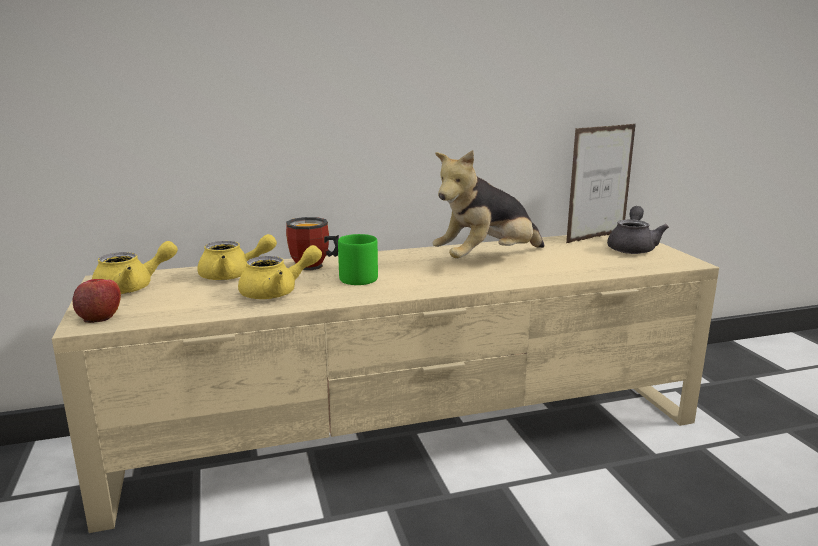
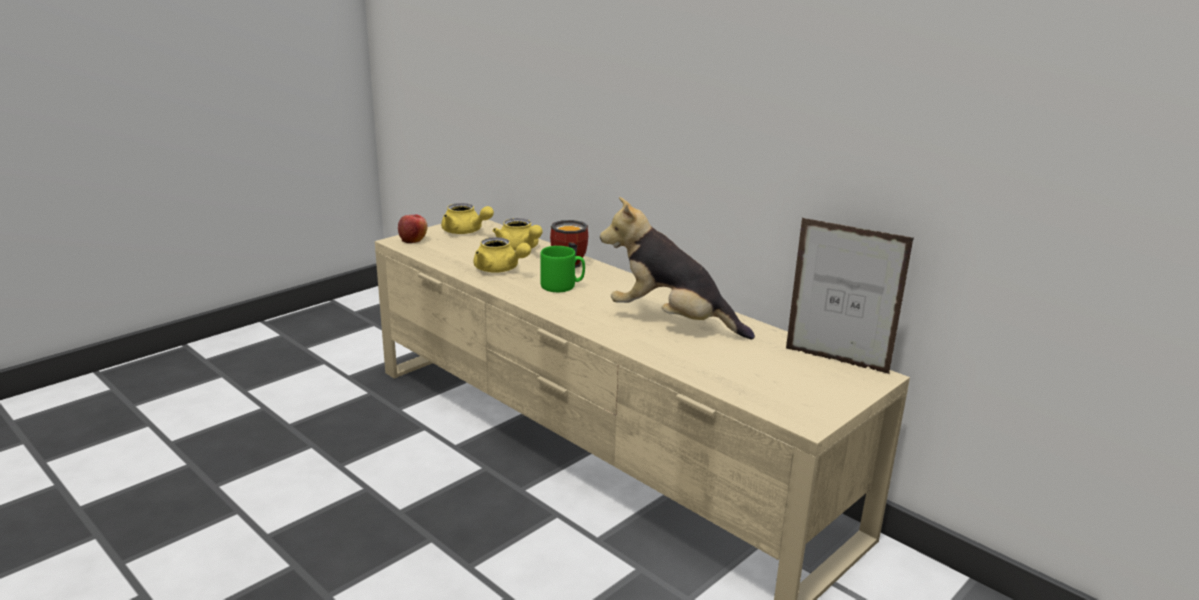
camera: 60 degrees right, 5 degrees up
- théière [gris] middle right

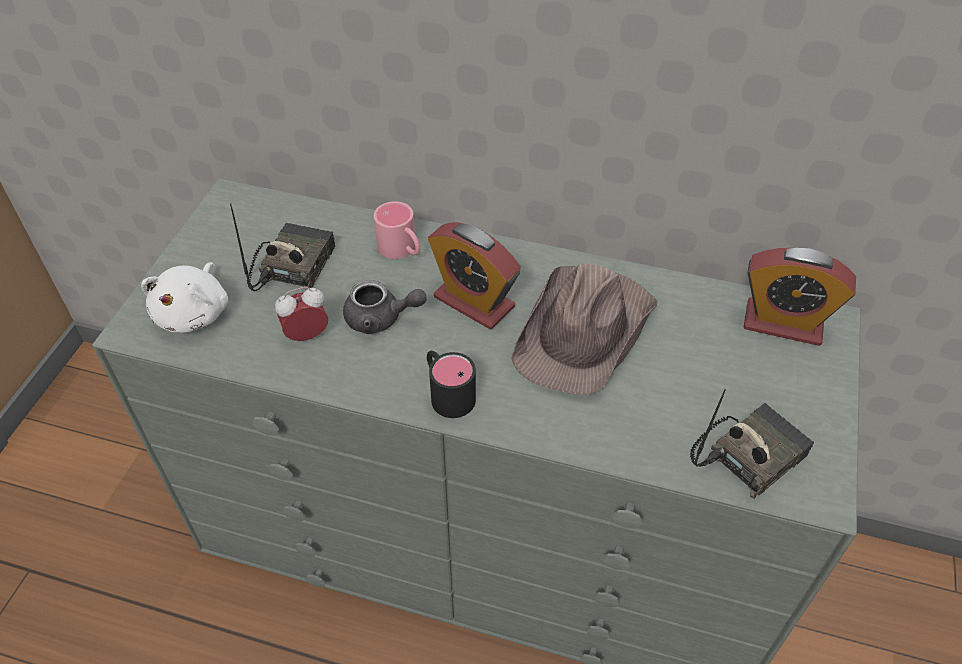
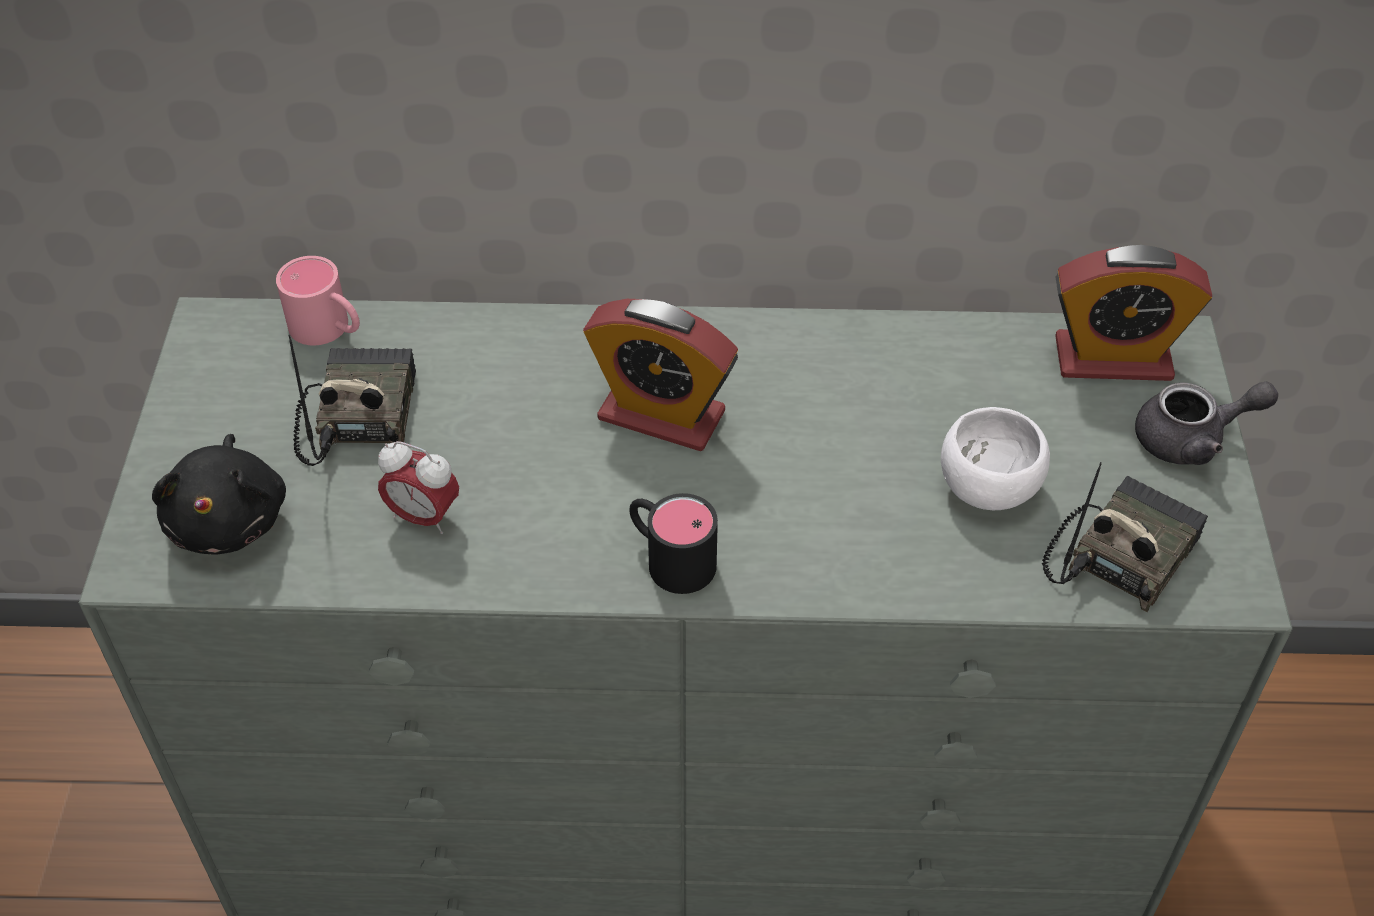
camera: 15 degrees left, 0 degrees up
~ peluche [blanc] middle left to peluche [noir] middle left
~ mug [rose] centre to top left
~ réveil (no. 1 from left) middle left = middle left 120 degrees counterclockwise
+ bol [blanc] middle right
~ théière [gris] centre to middle right
- chapeau [marron] centre

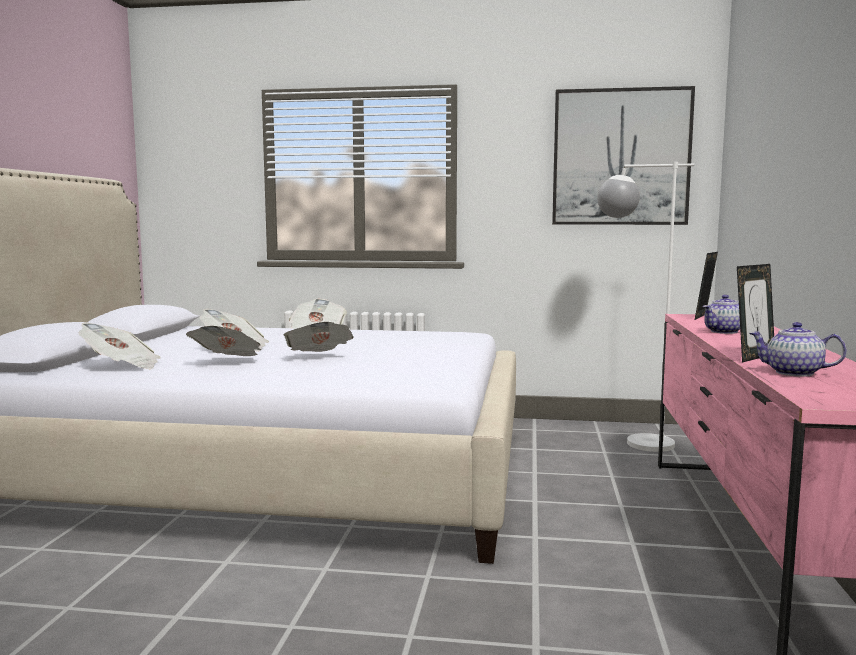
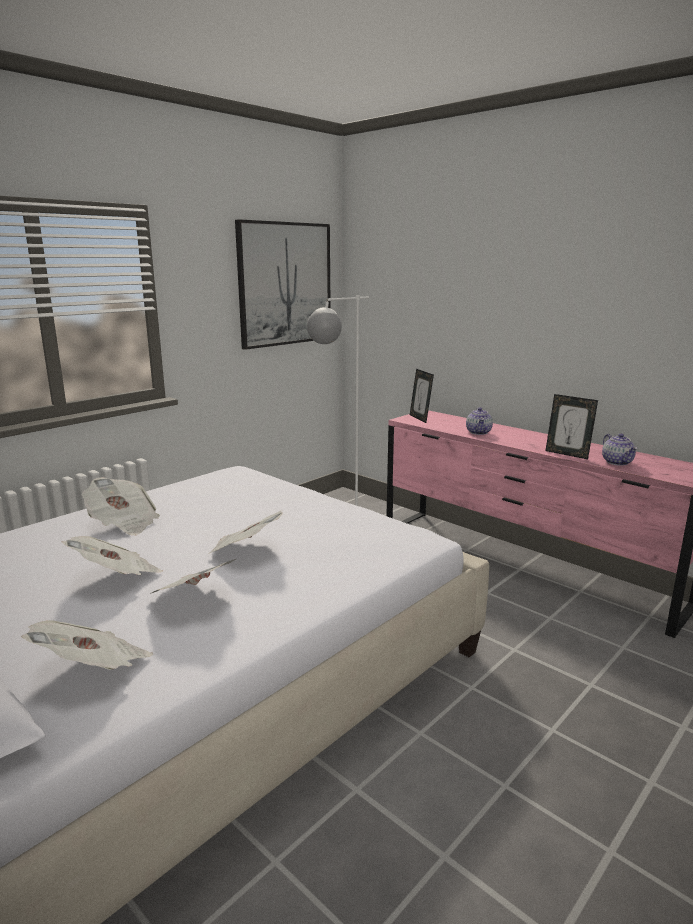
camera: 55 degrees left, 10 degrees up
~ cadre photo (no. 2 from left) middle right = middle right 135 degrees clockwise
~ théière (no. 2 from left) middle right = middle right 75 degrees counterclockwise

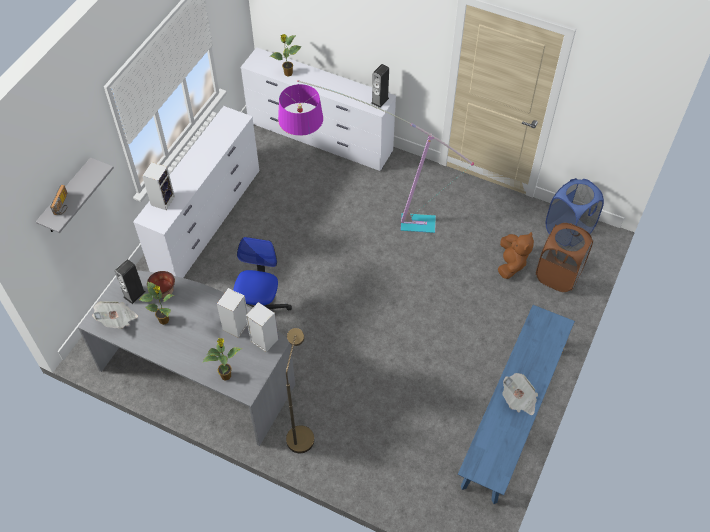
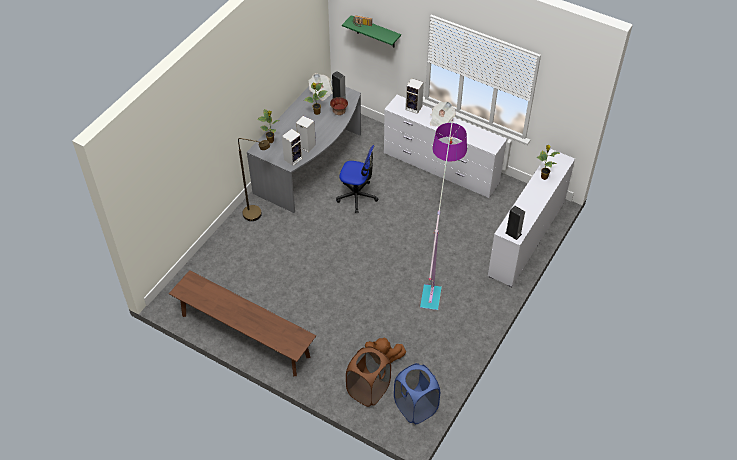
camera: 95 degrees right, 5 degrees down
~ banc [bleu] bottom right to banc [marron] bottom left
~ étagère [gris] middle left to étagère [vert] top centre
~ journal (no. 2 from left) bottom right to top centre

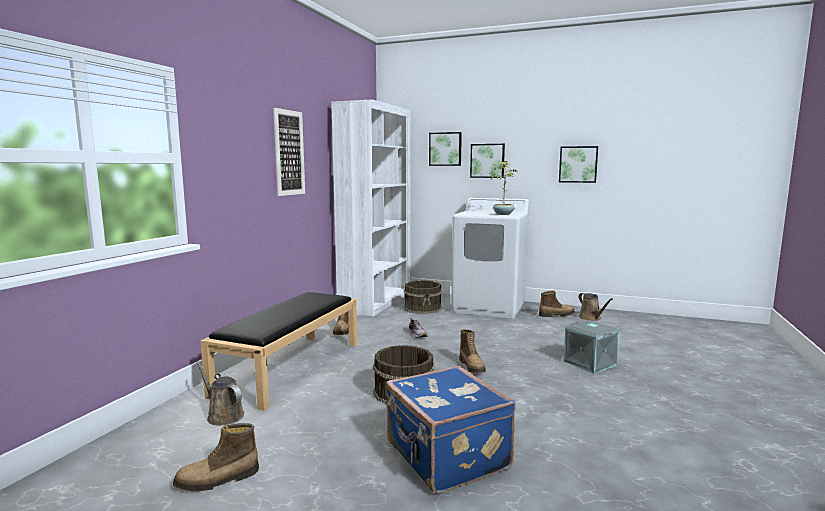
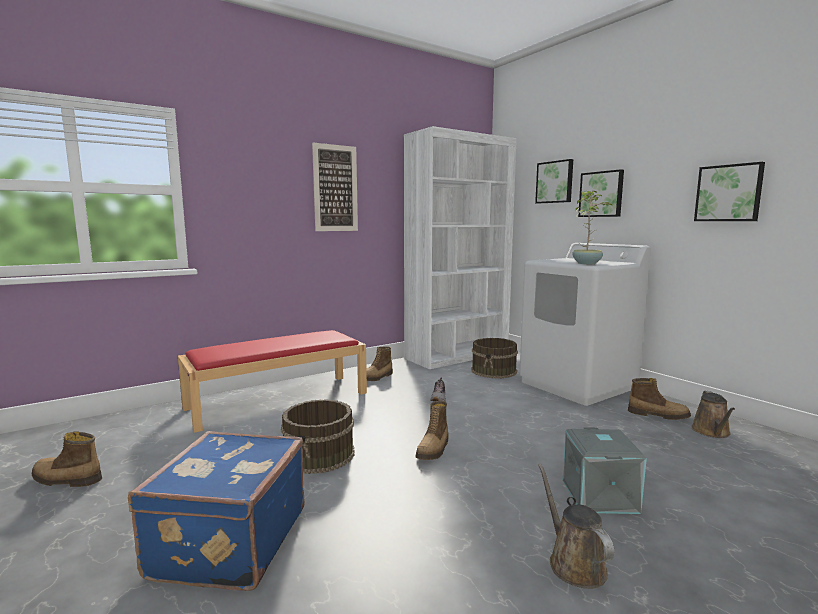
camera: 35 degrees right, 0 degrees up
~ banc [noir] bottom centre to banc [rouge] middle left
~ arrosoir [marron] (no. 1 from left) bottom left to bottom right

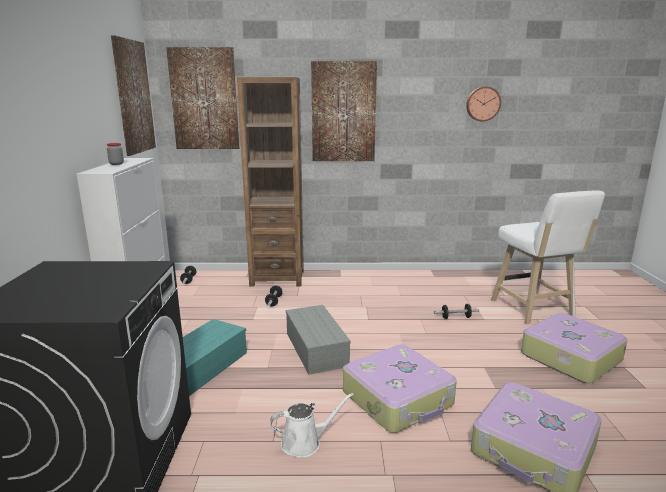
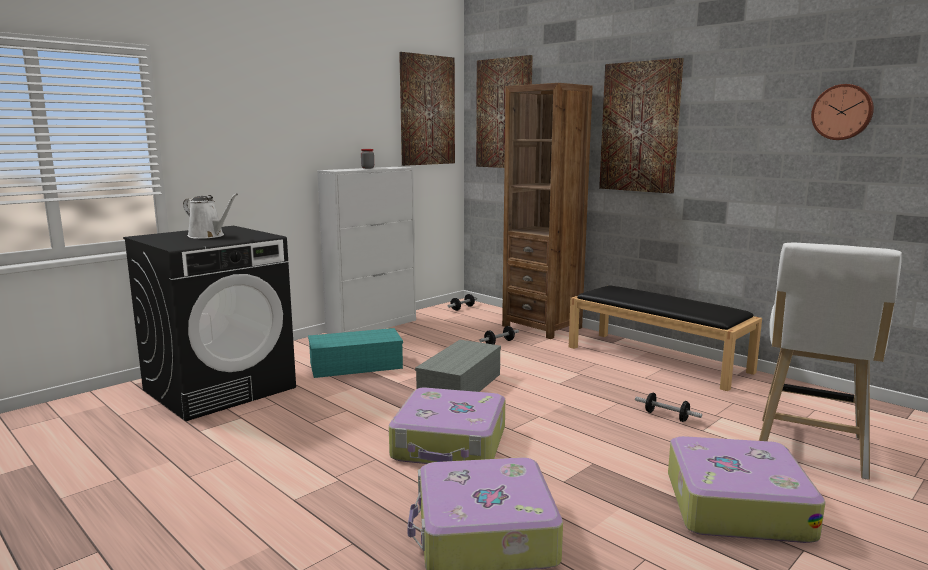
camera: 45 degrees right, 5 degrees down
~ arrosoir [blanc] bottom centre to middle left
+ banc [noir] middle right

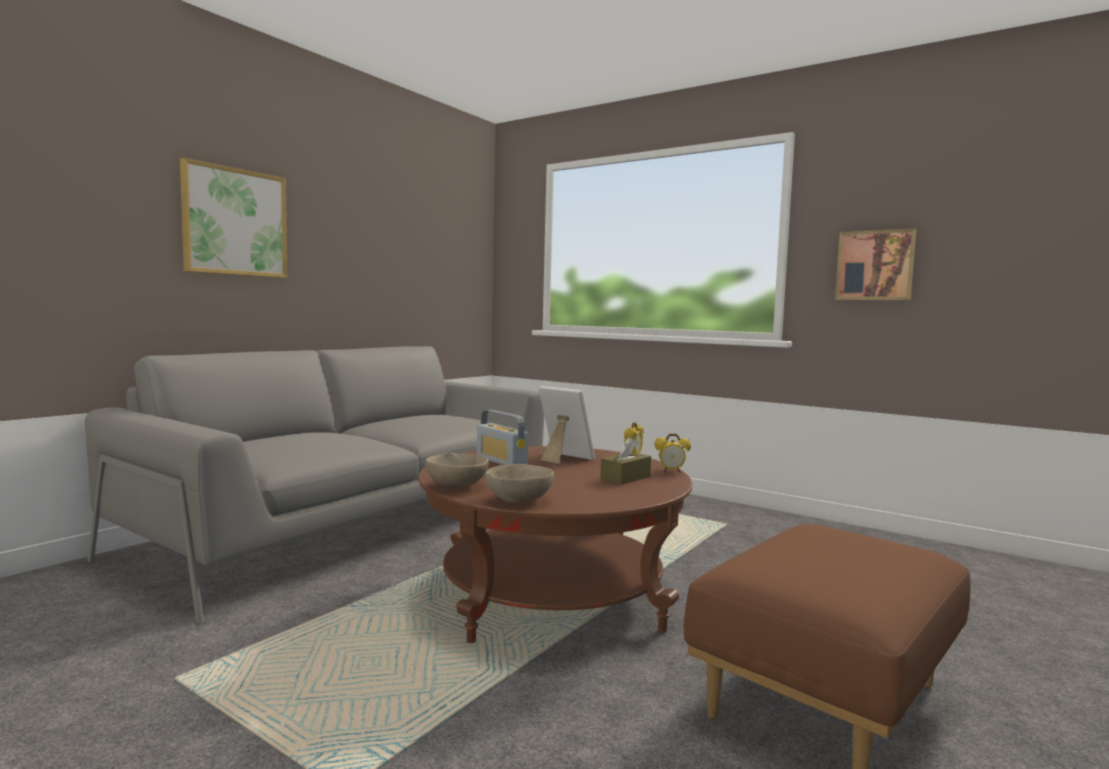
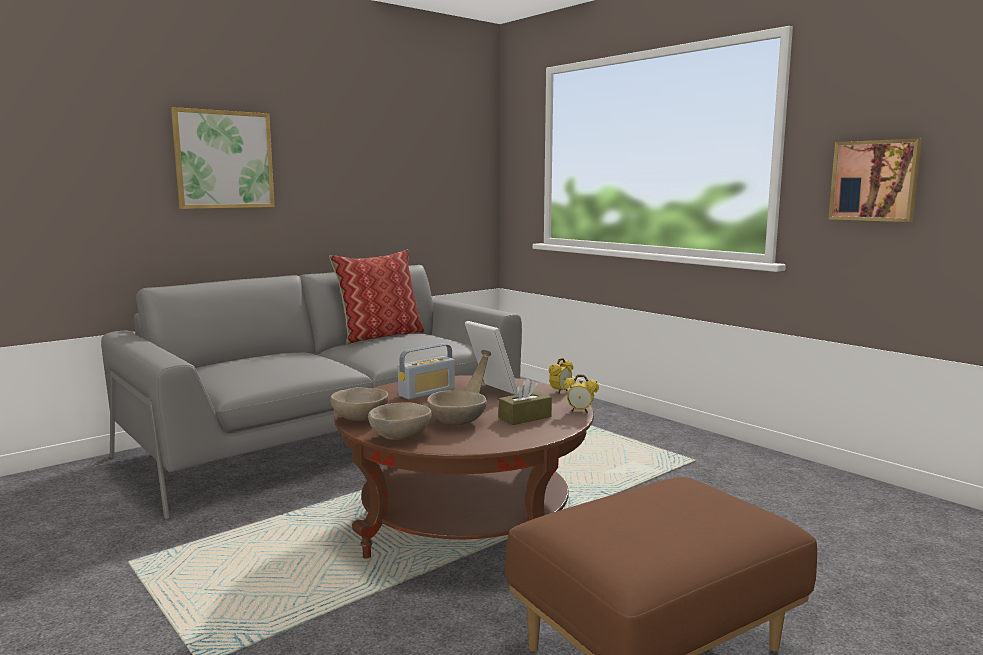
camera: 15 degrees right, 5 degrees up
+ coussin centre
~ radio centre = centre 105 degrees counterclockwise
+ bol [beige] (no. 3 from left) centre

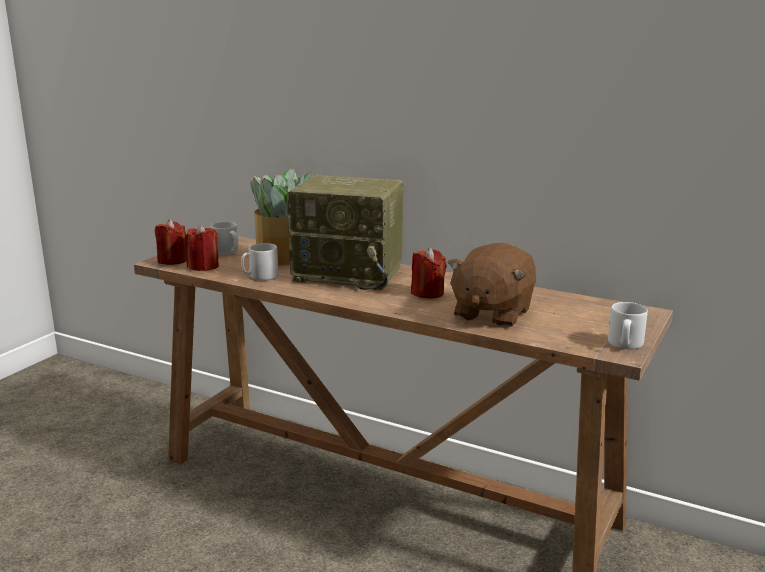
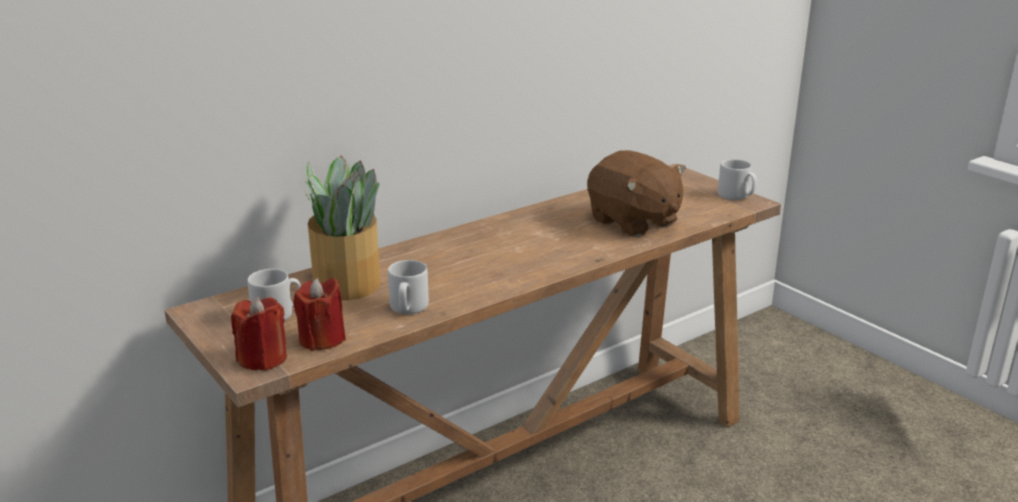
camera: 65 degrees left, 5 degrees up
- radio centre
- bougie [rouge] (no. 3 from left) centre

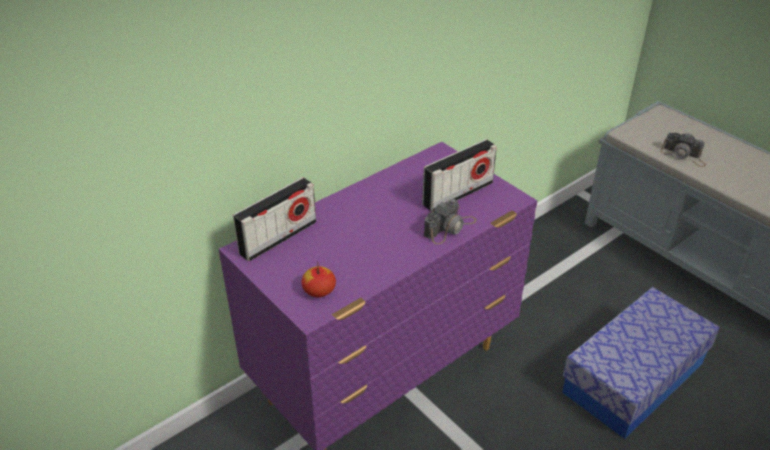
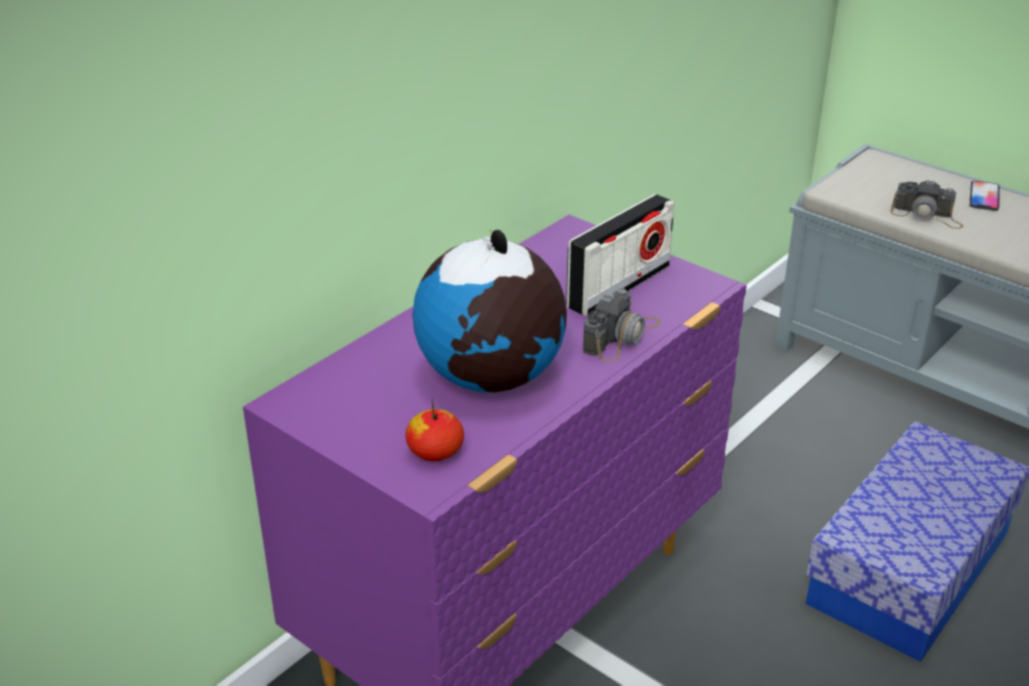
camera: 10 degrees left, 5 degrees down
+ globe centre
+ téléphone top right
- radio (no. 1 from left) centre

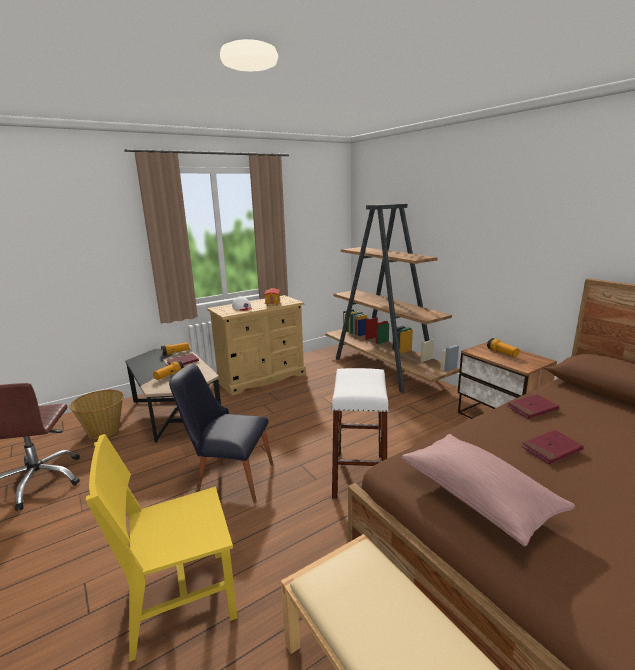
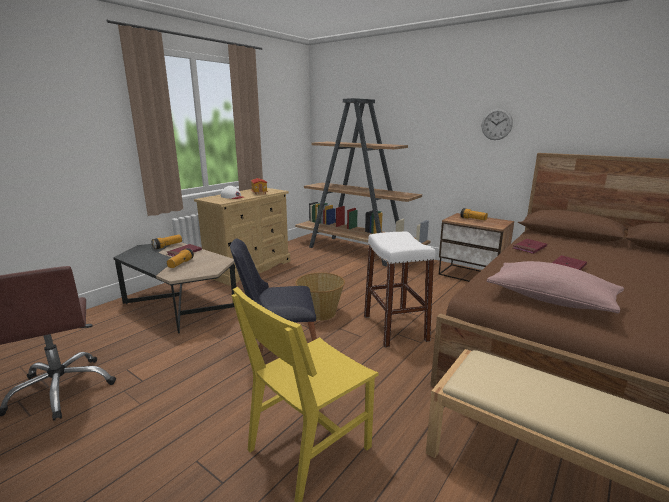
camera: 20 degrees left, 0 degrees up
~ panier middle left to centre
+ horloge murale top right

